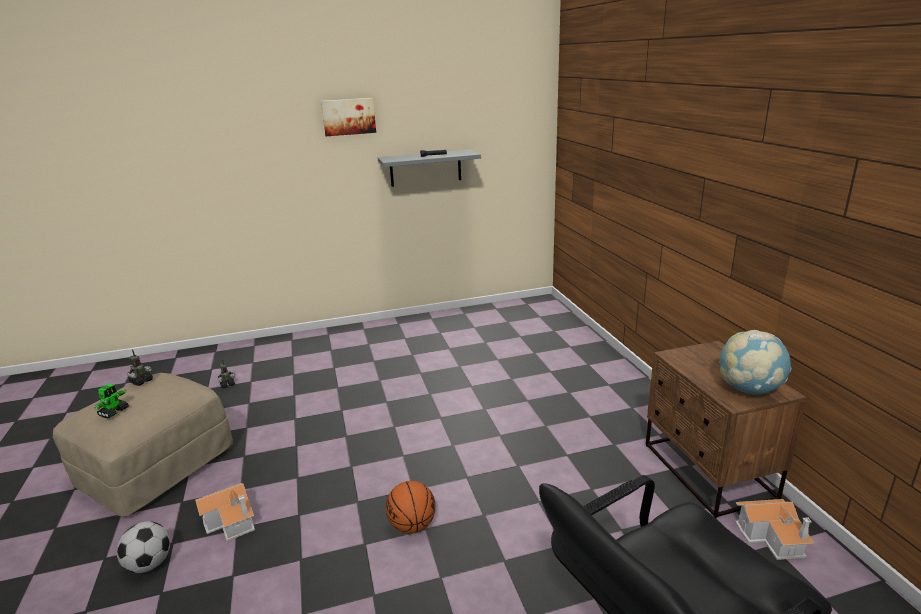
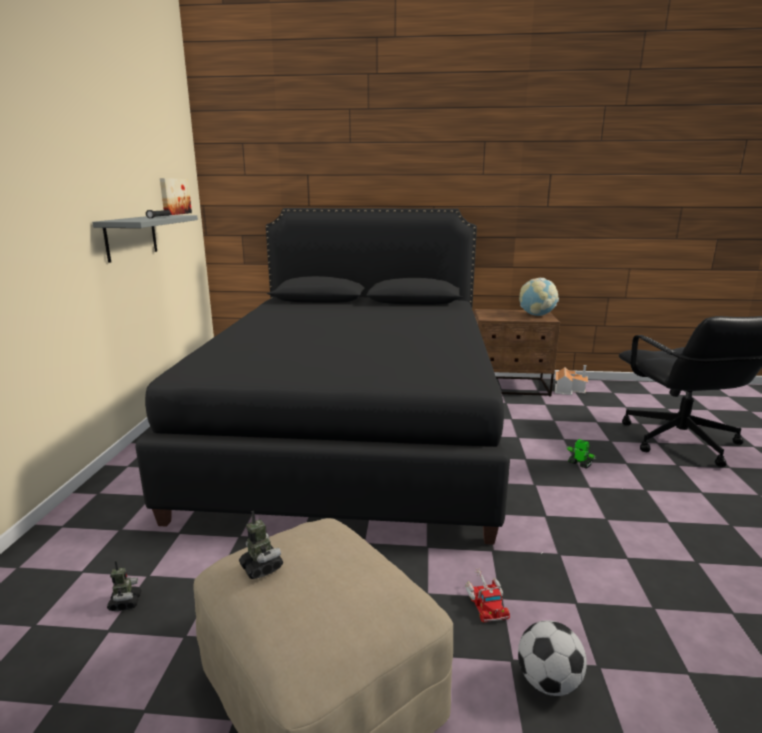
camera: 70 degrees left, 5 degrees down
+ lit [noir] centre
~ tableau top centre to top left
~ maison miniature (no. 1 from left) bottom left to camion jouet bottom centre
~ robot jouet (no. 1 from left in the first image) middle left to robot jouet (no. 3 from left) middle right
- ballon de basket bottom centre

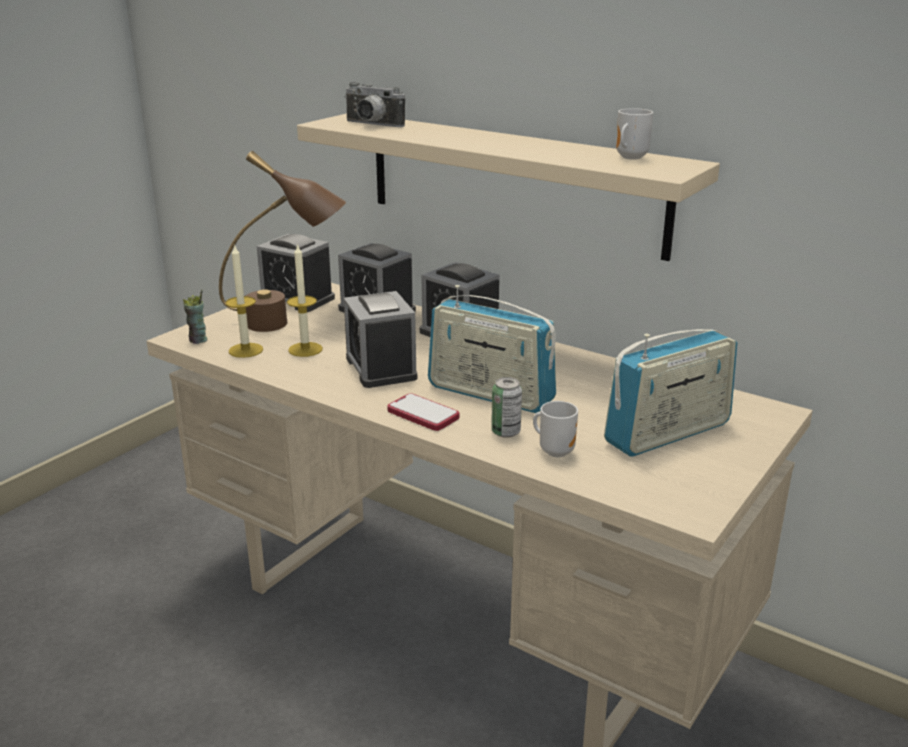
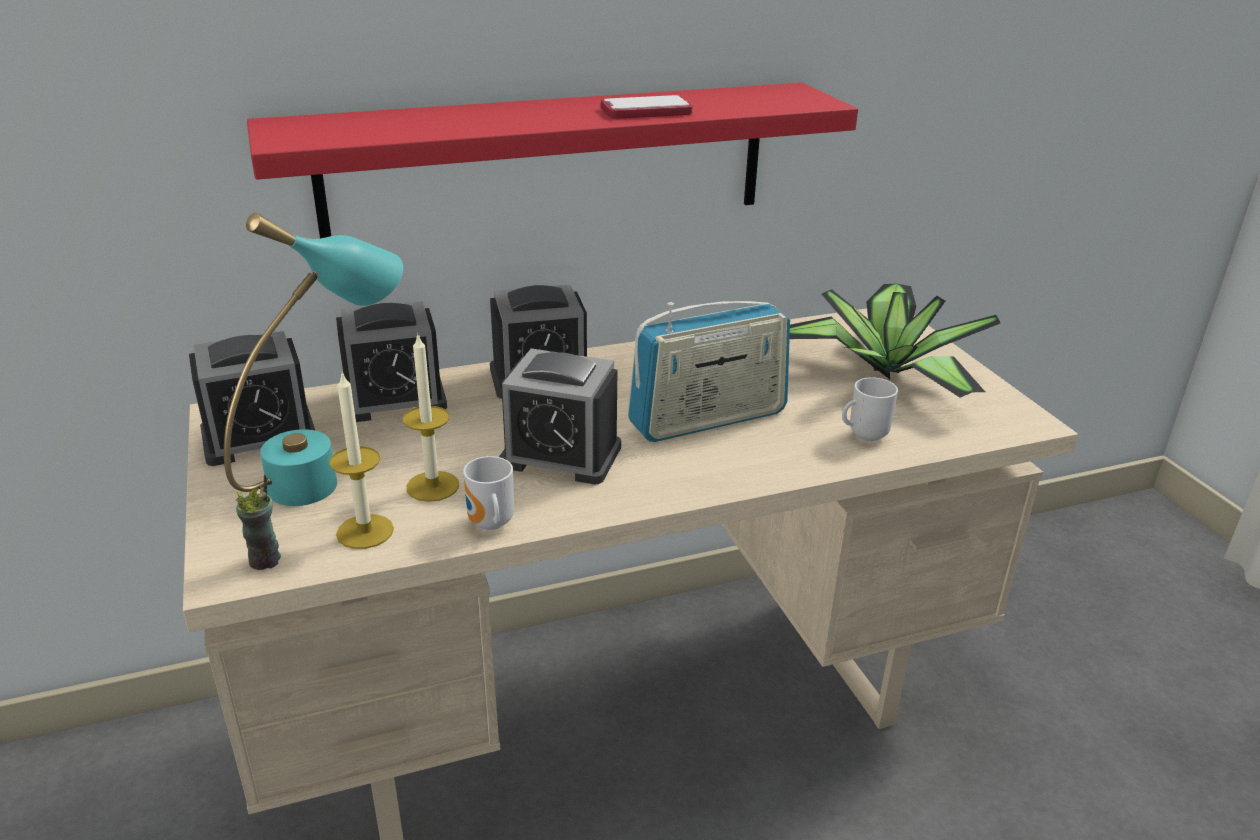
camera: 55 degrees left, 5 degrees up
~ lampe de table [marron] top left to lampe de table [turquoise] middle left
~ étagère [beige] top centre to étagère [rouge] top centre
~ mug (no. 2 from left in the first image) top right to mug (no. 1 from left) centre
~ téléphone centre to top centre
~ radio (no. 2 from left) middle right to plante en pot middle right
- appareil photo top centre
- boîte métallique centre

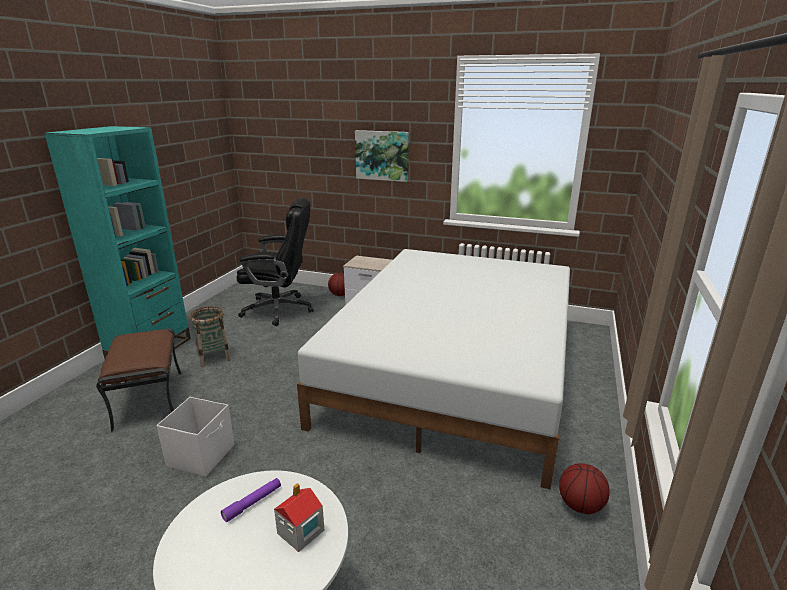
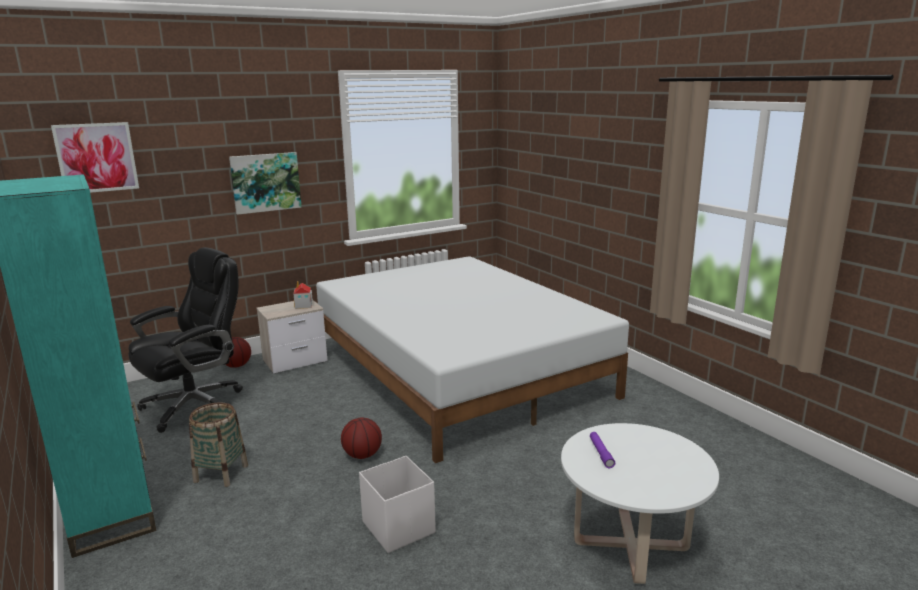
camera: 50 degrees left, 5 degrees down
+ tableau (no. 1 from left) top left
~ maison miniature bottom centre to middle left
~ ballon de basket (no. 2 from left) bottom right to bottom centre
- pouf [marron] middle left

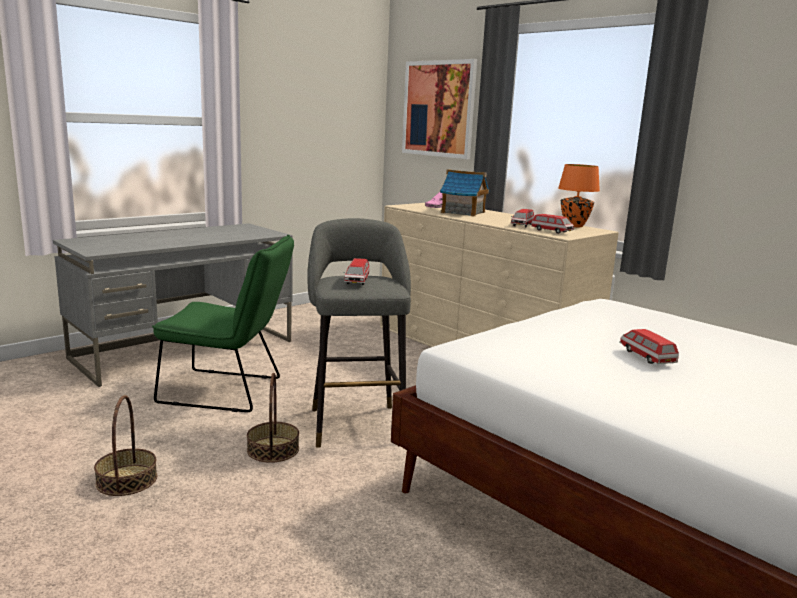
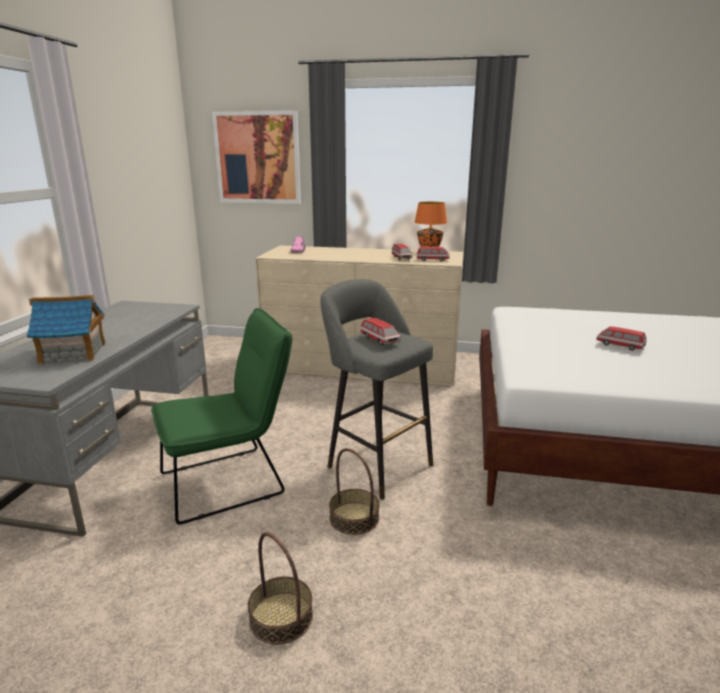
camera: 35 degrees left, 5 degrees up
~ maison miniature top centre to middle left

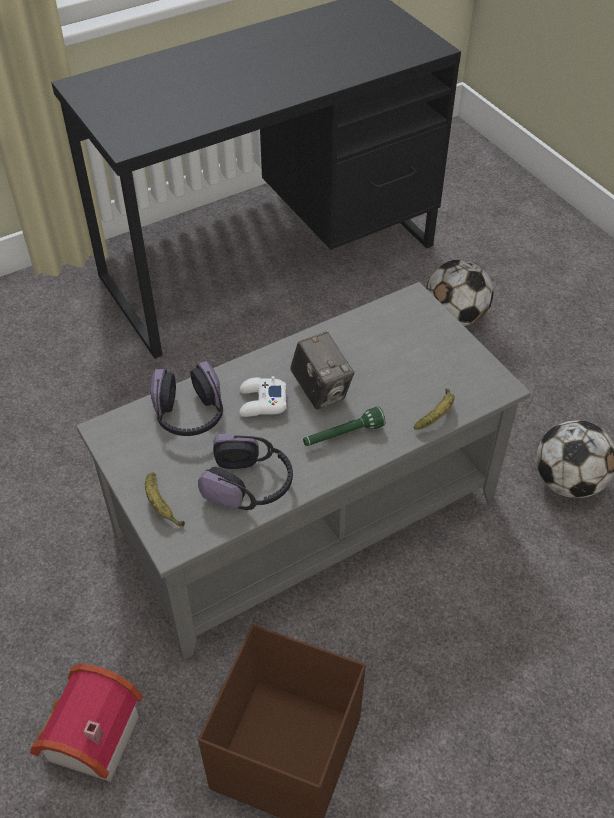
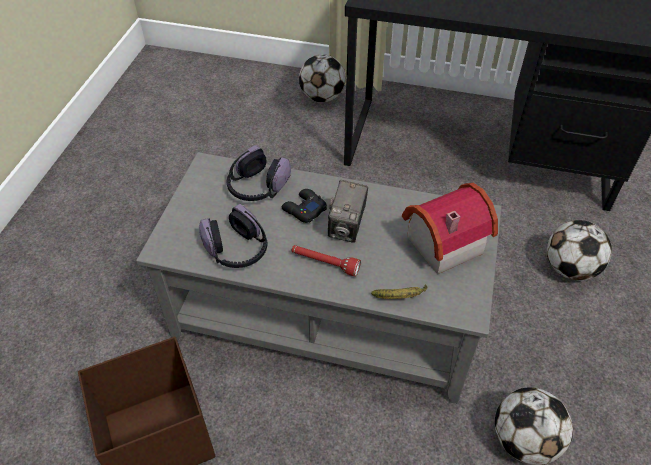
camera: 45 degrees right, 0 degrees up
~ manette [blanc] centre to manette [noir] centre
~ lampe de poche [vert] centre to lampe de poche [rouge] centre
+ ballon de foot (no. 1 from left) top centre
~ maison miniature bottom left to middle right
- banane (no. 1 from left) middle left

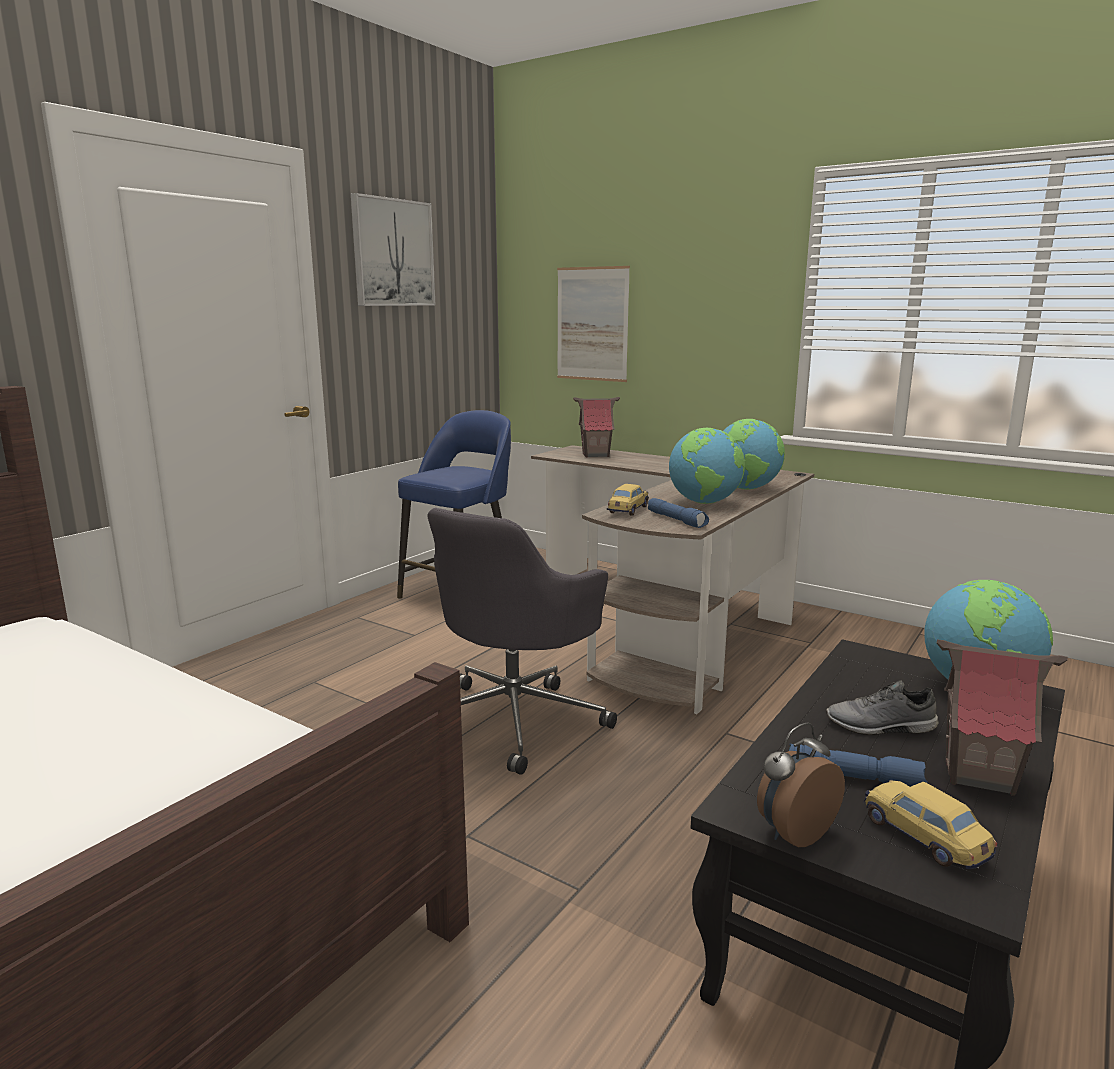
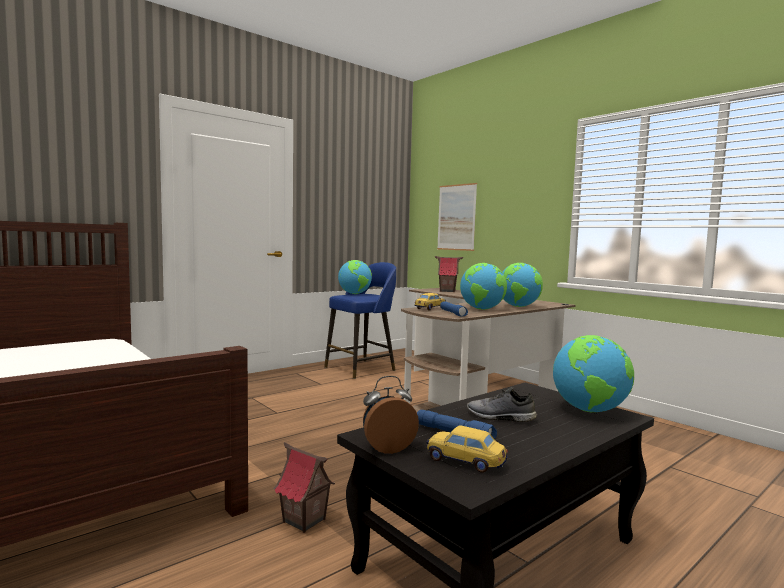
camera: 15 degrees right, 10 degrees down
~ maison miniature (no. 2 from left in the first image) bottom right to maison miniature (no. 1 from left) bottom centre
+ globe (no. 1 from left) centre
~ petite voiture (no. 2 from left) bottom right = bottom centre 45 degrees counterclockwise
- tableau (no. 1 from left) top centre
- chaise de bureau [gris] centre

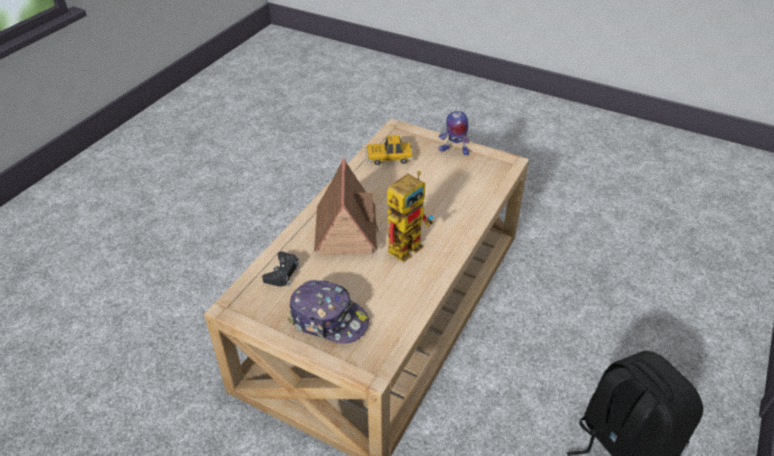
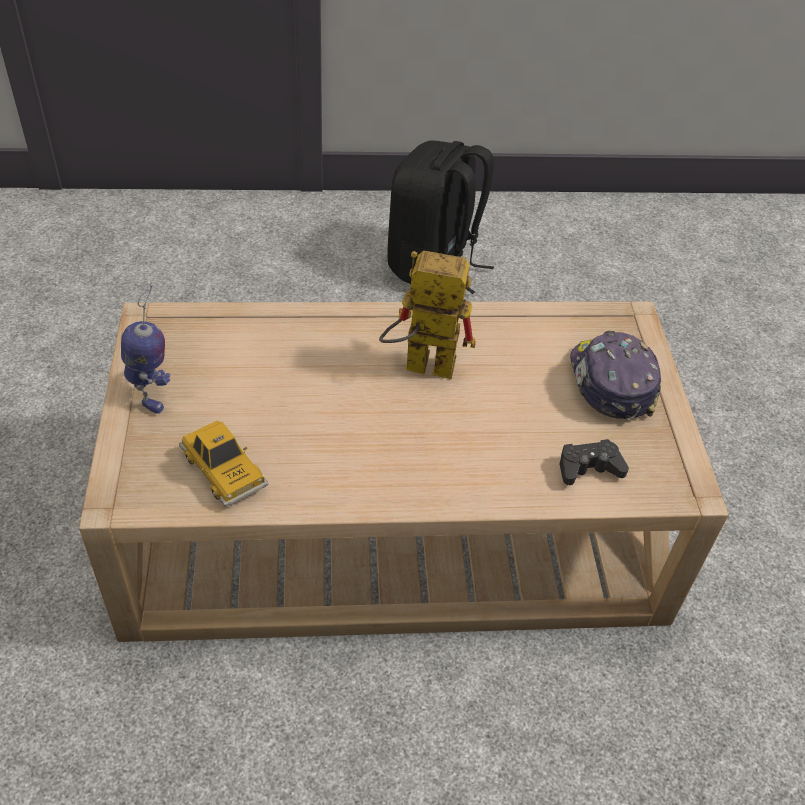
camera: 125 degrees left, 5 degrees up
- maison miniature centre

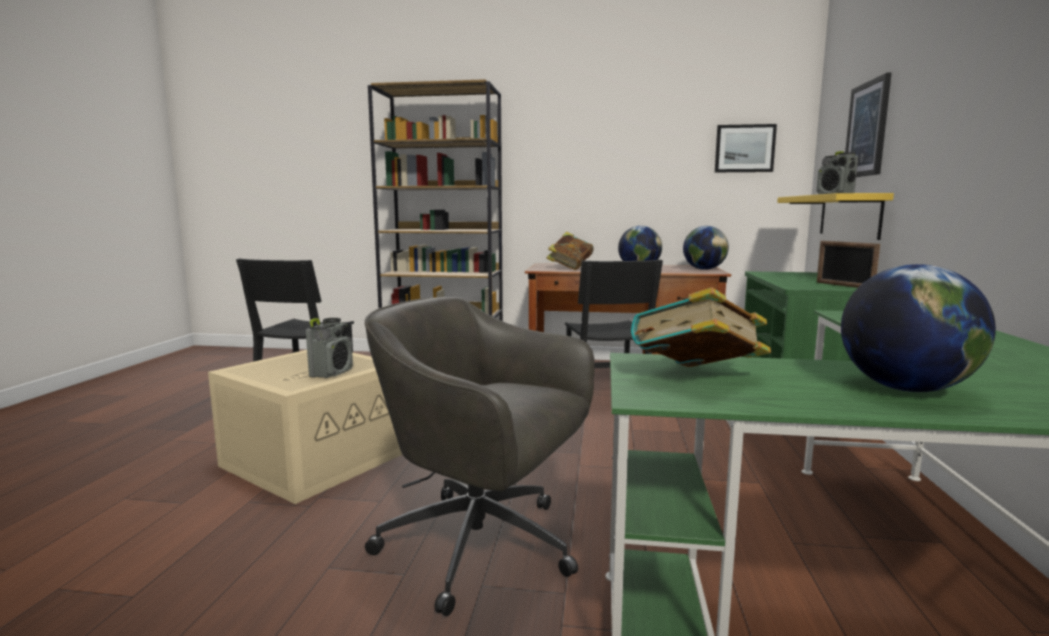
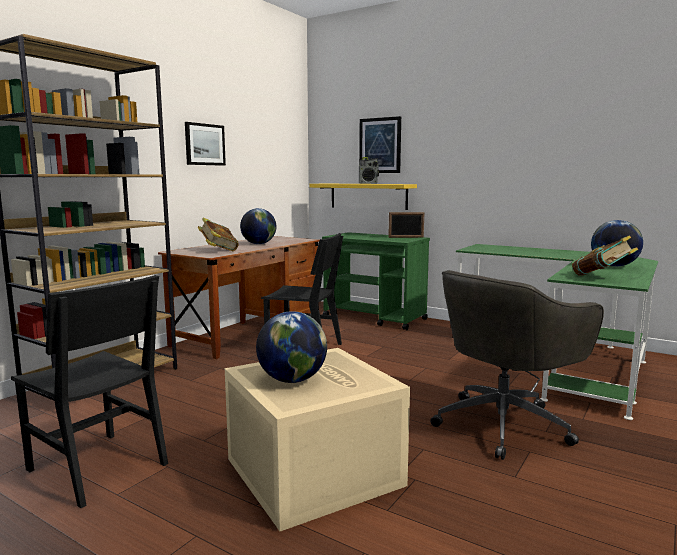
camera: 65 degrees left, 0 degrees up
~ tableau (no. 1 from left) top right to top left
~ globe (no. 2 from left) middle right to centre
- radio (no. 1 from left) middle left

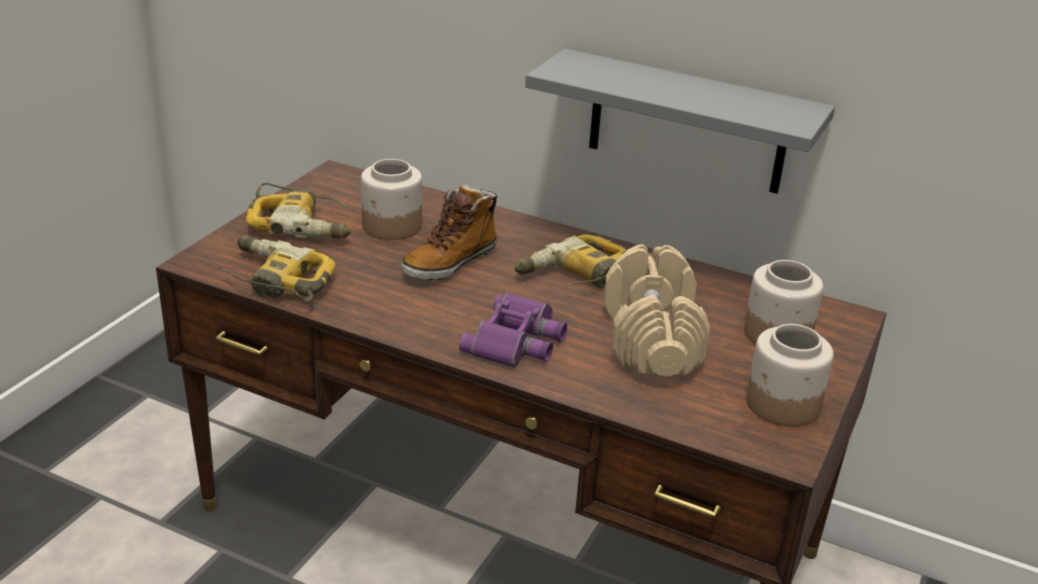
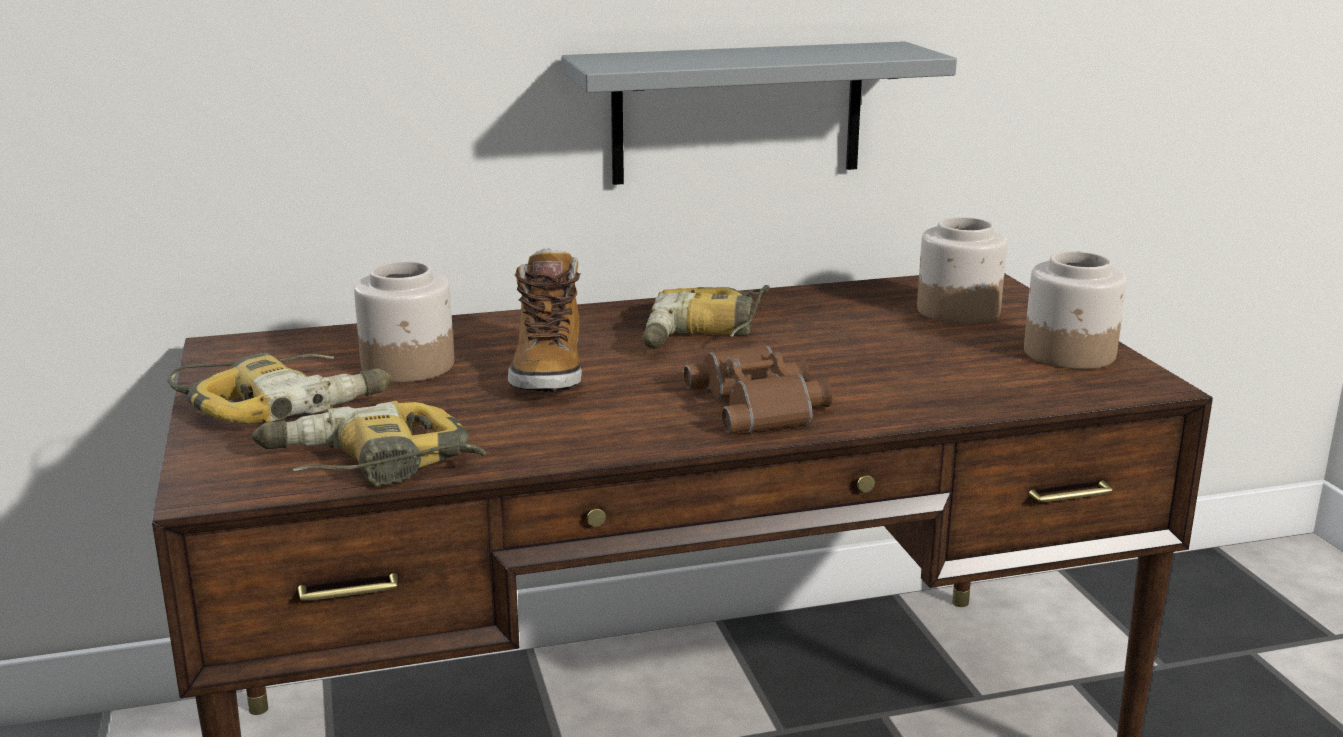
camera: 40 degrees left, 10 degrees down
~ jumelles [violet] centre to jumelles [marron] centre
- haltère [beige] centre

